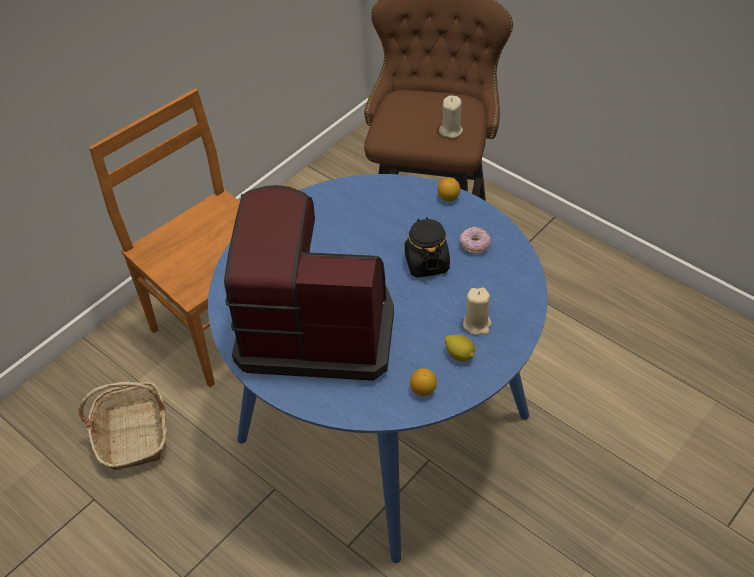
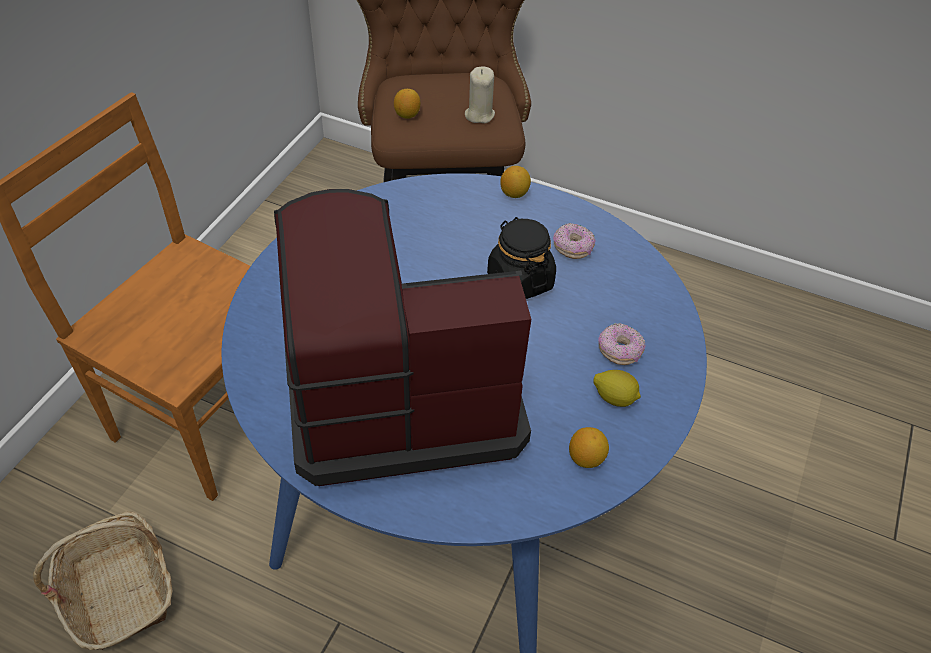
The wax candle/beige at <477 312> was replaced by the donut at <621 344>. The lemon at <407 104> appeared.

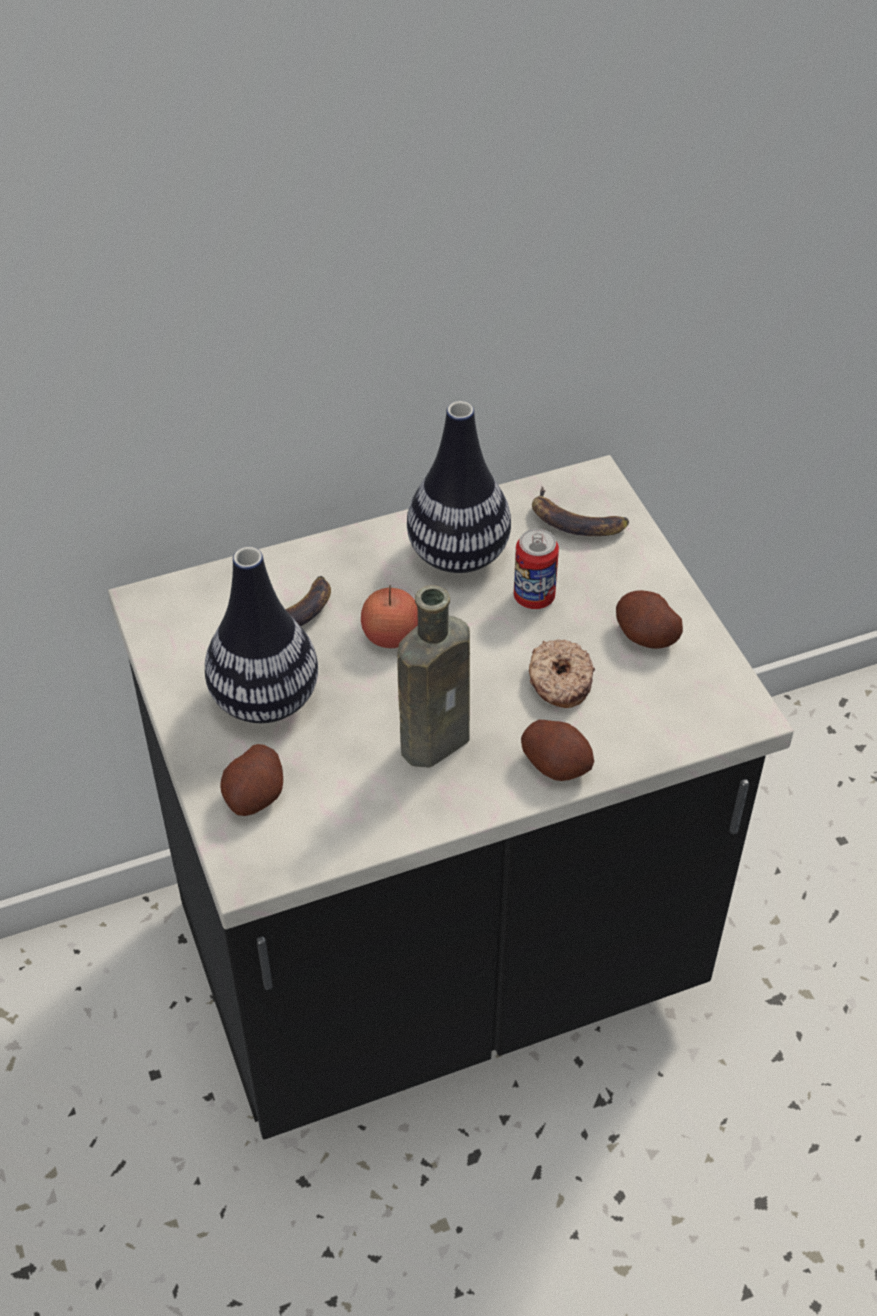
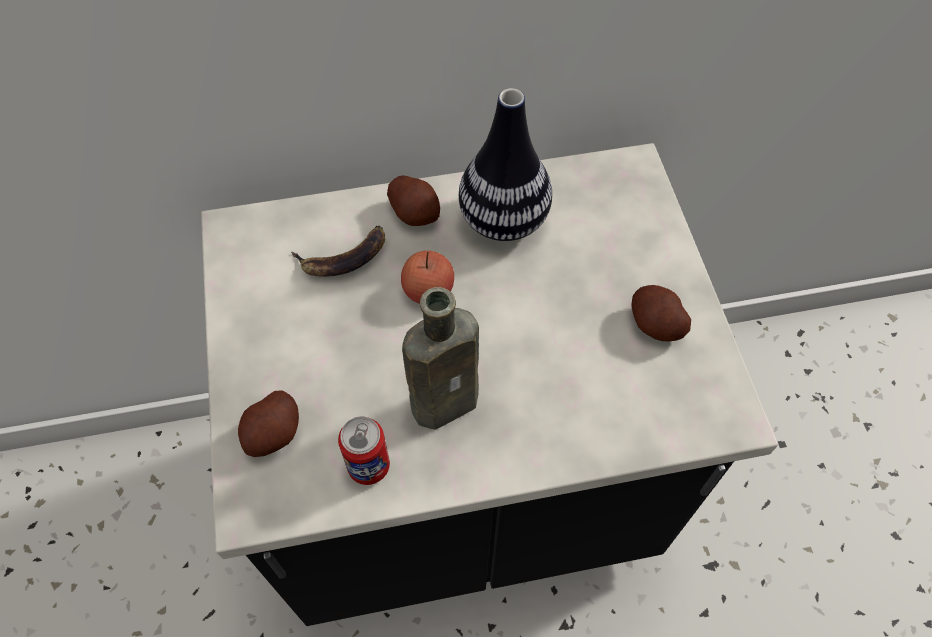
The flower vase at <261 635> disappeared. The can moved from <536 569> to <364 451>. The potato moved from <557 750> to <413 200>. The donut at <562 673> disappeared. The banana at <580 511> disappeared.

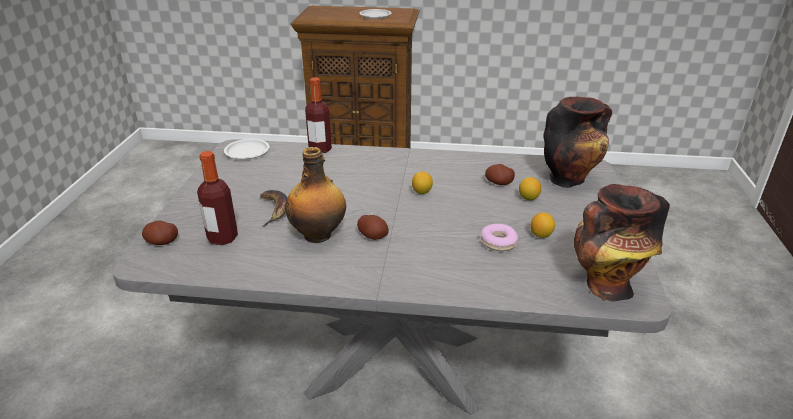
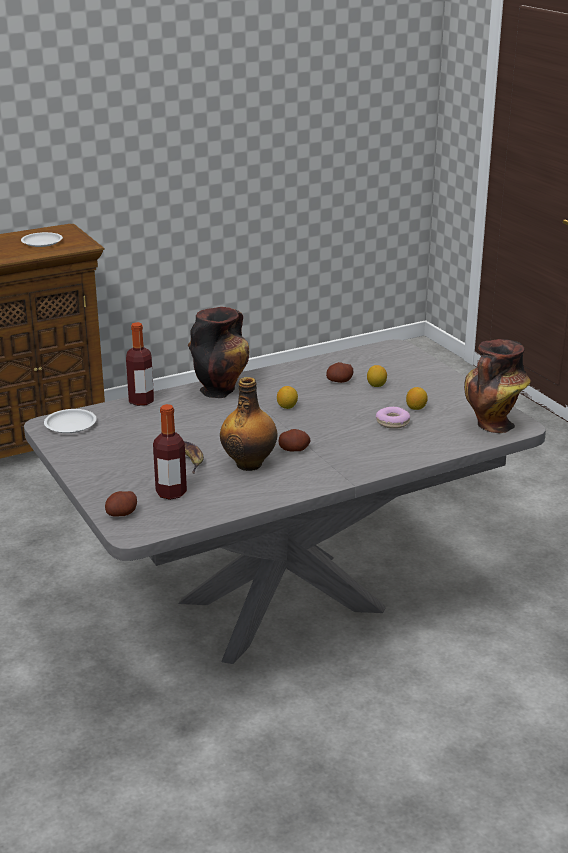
The flower vase moved from <577 142> to <218 352>.

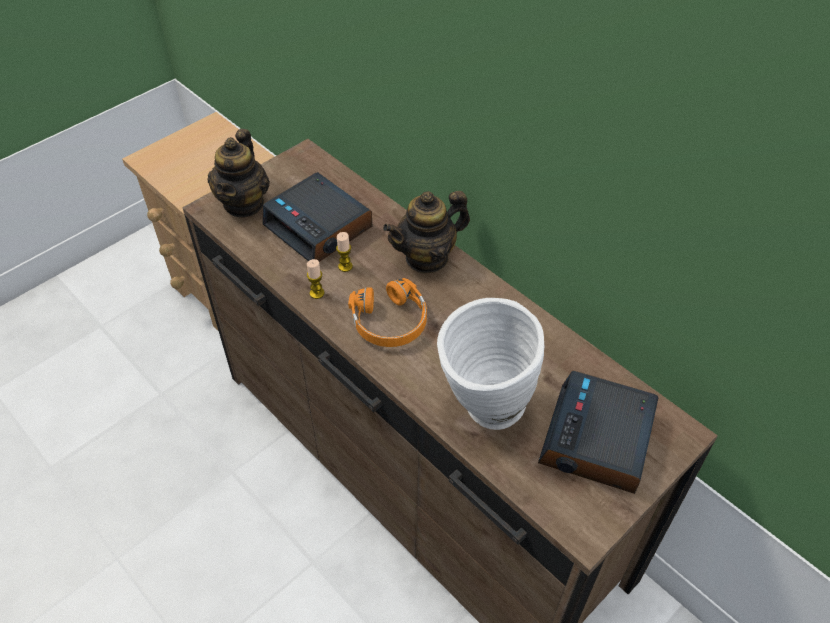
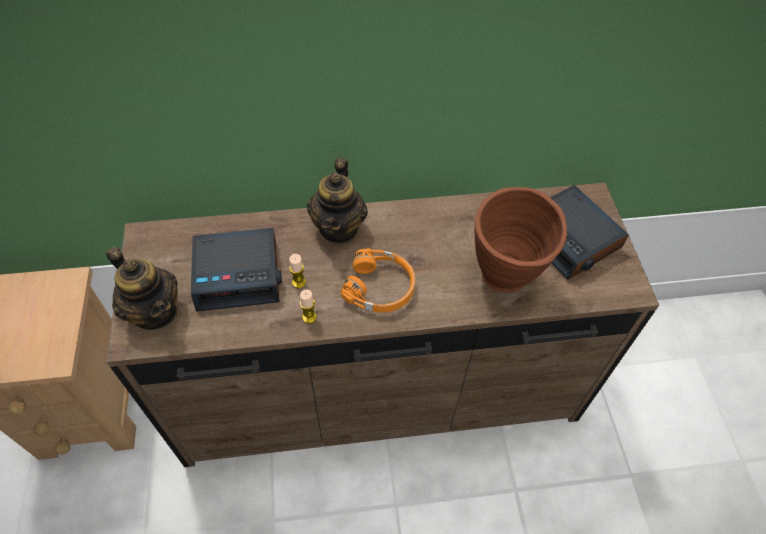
The flower vase/white at <491 364> became the flower vase/brownish at <521 240>.

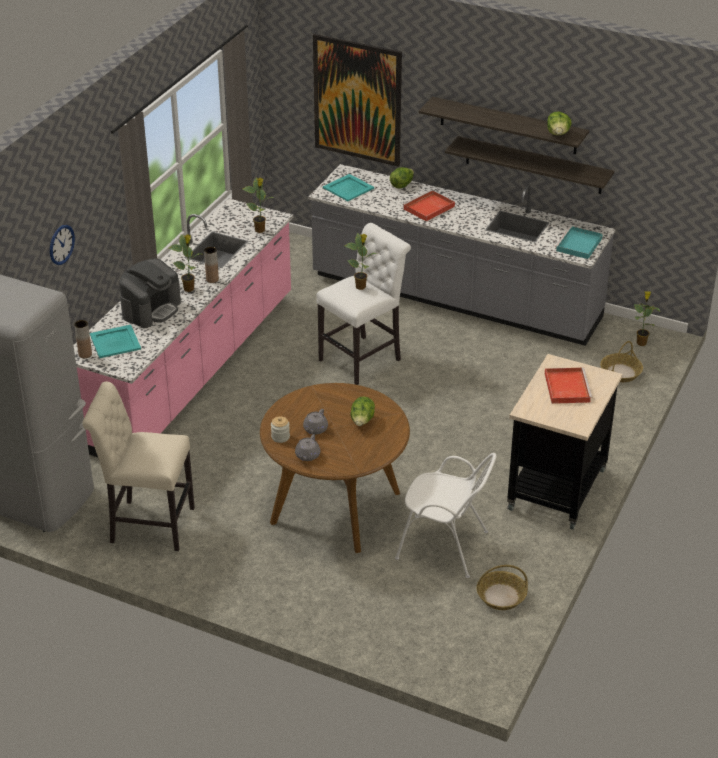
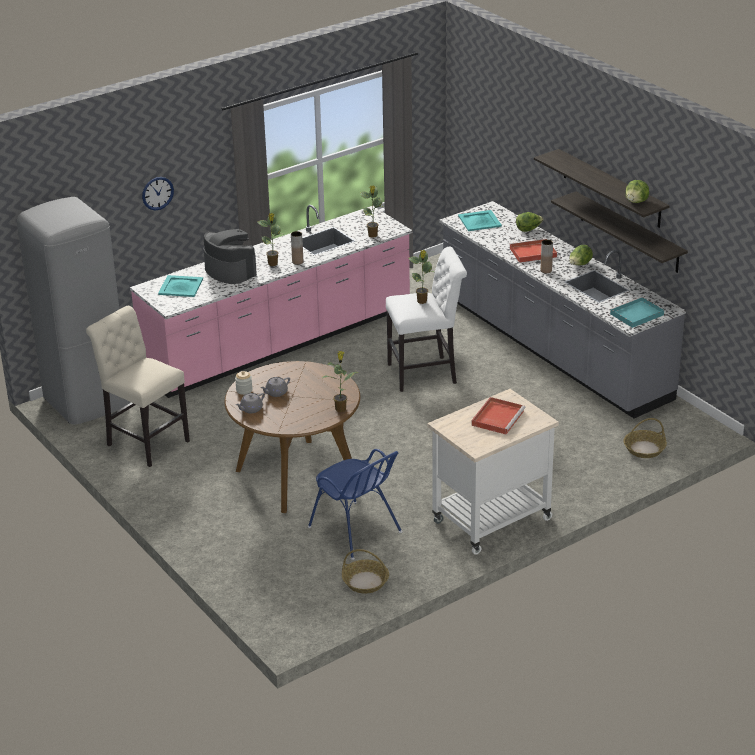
The flower vase/brownish moved from <83 339> to <546 256>. The coffee maker at <150 293> turned 105 degrees counterclockwise. The wall art at <357 100> disappeared. The lettuce head moved from <362 411> to <581 255>. The chair/white at <445 515> became the chair/blue at <355 504>. The cart/black-coloured at <564 442> became the cart/white at <493 472>. The potted plant moved from <647 318> to <340 381>.

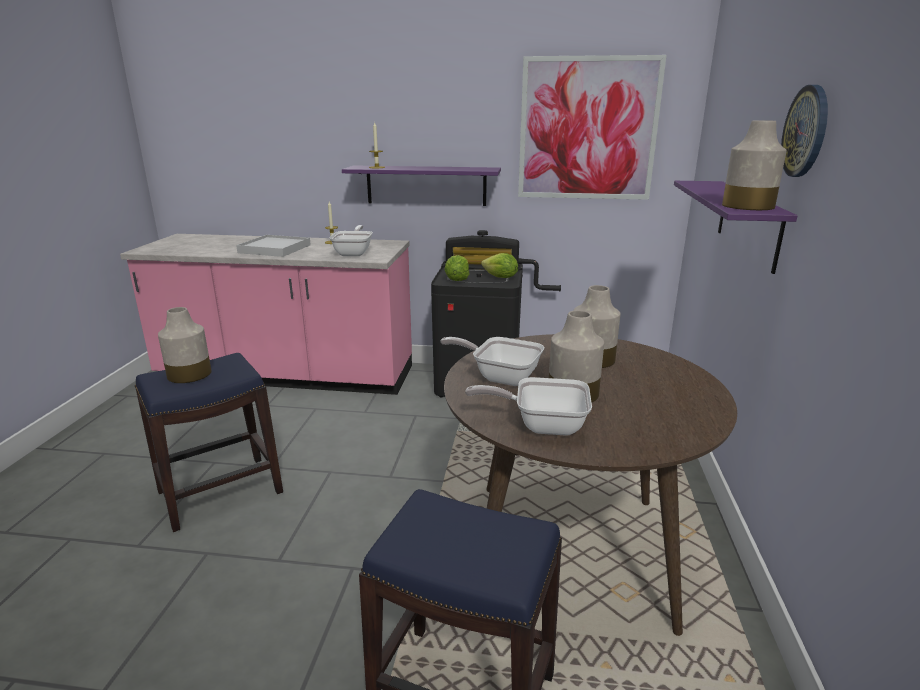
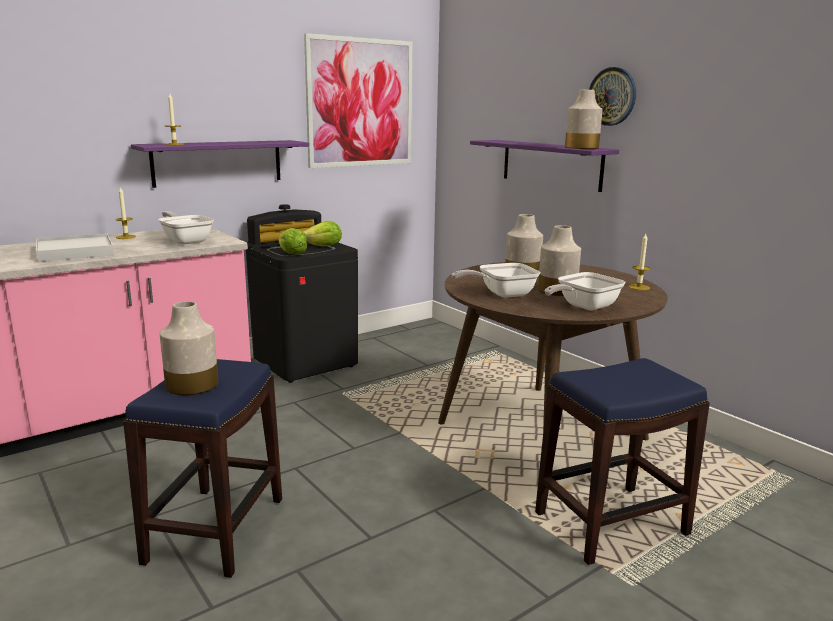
The wax candle at <639 262> appeared.

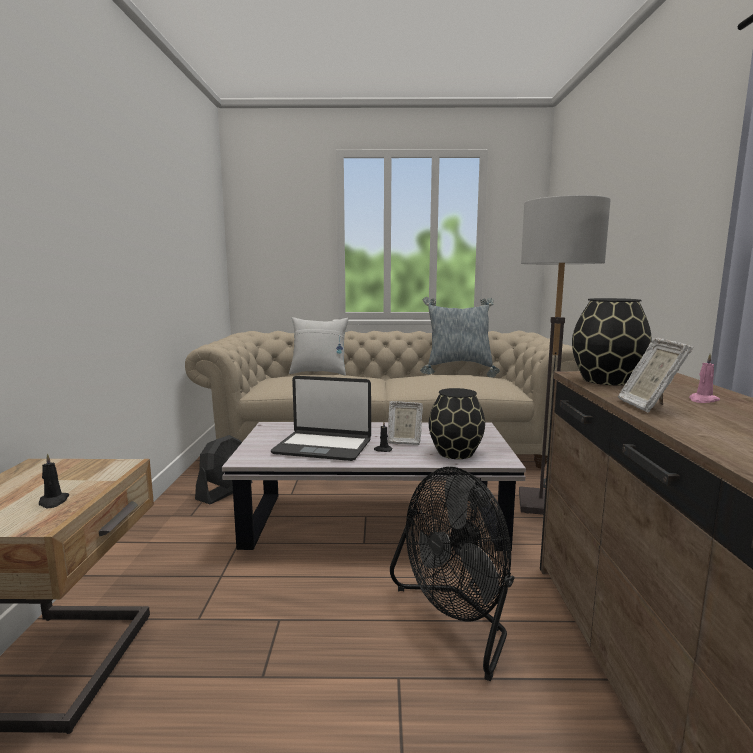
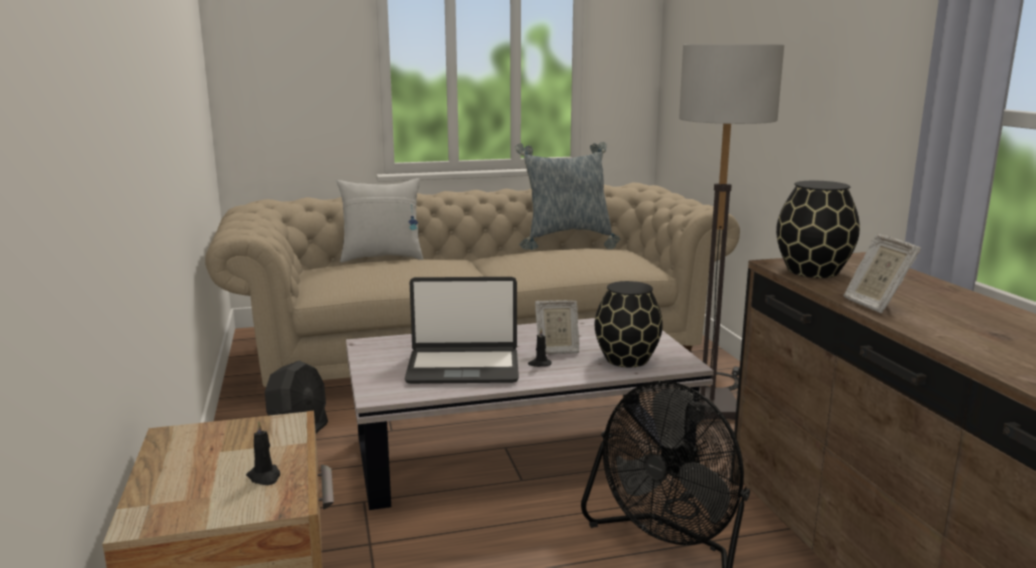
The wax candle/pinkish at <704 378> disappeared.

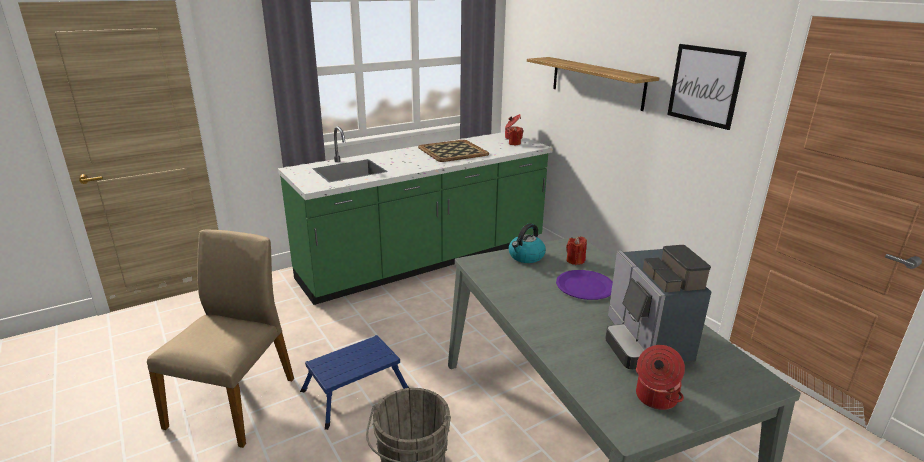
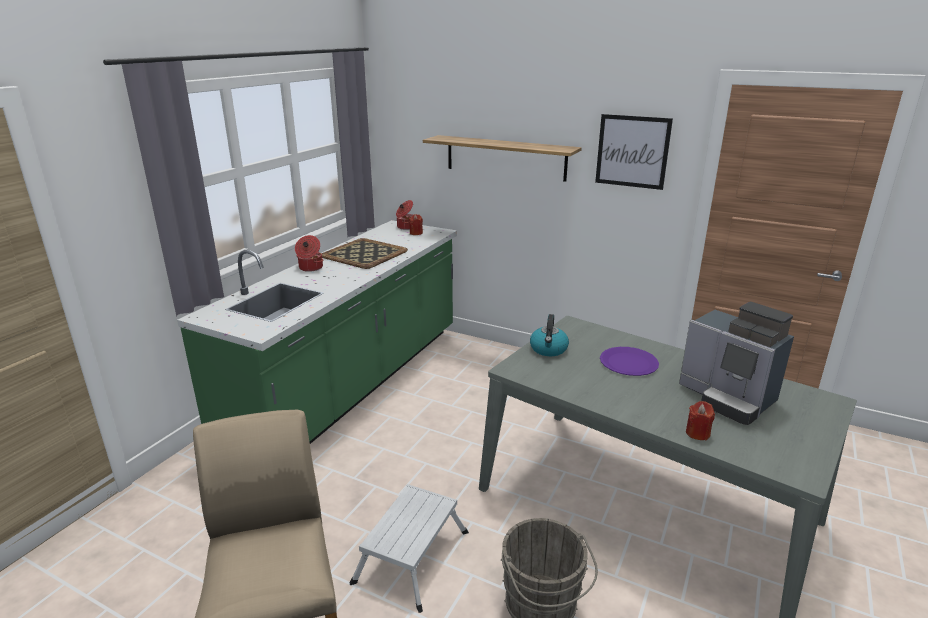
The step stool/blue at <354 382> became the step stool/white at <409 548>. The wax candle/red-coloured moved from <576 250> to <700 420>. The saucepot moved from <660 377> to <309 253>.

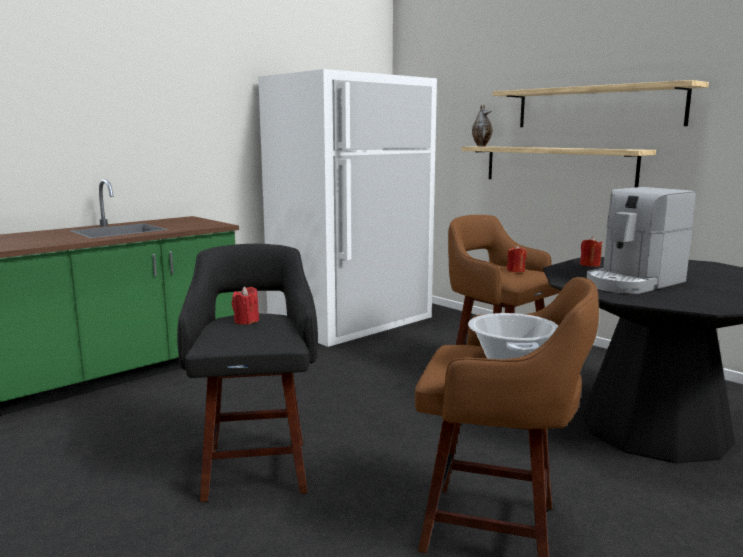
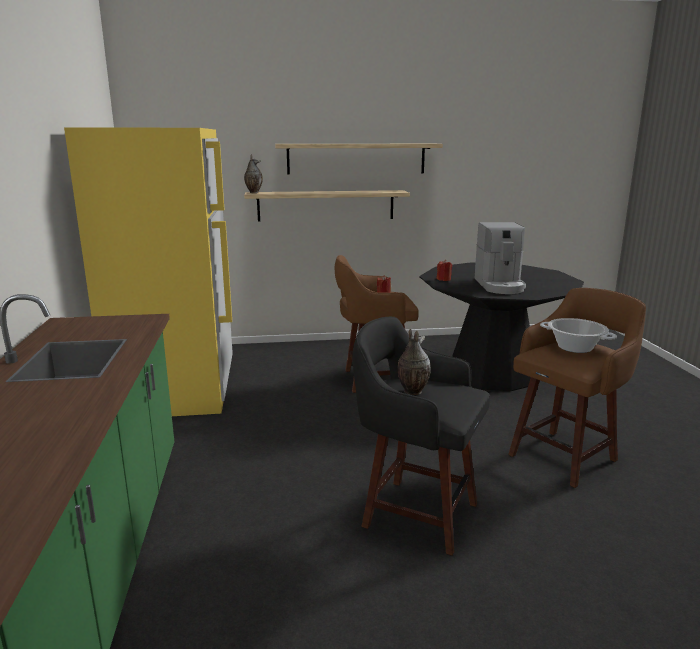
The wax candle/red-coloured at <245 305> was replaced by the flower vase at <414 362>. The fridge/white at <347 208> became the fridge/yellow-coloured at <148 271>.

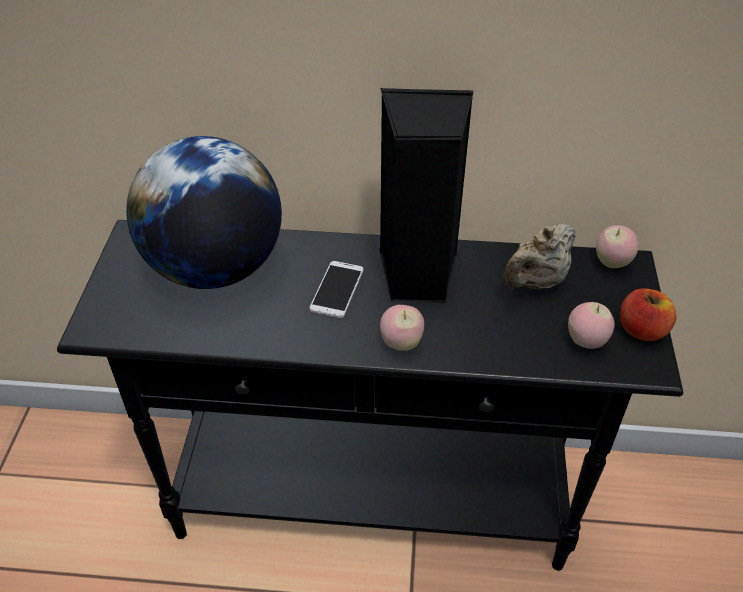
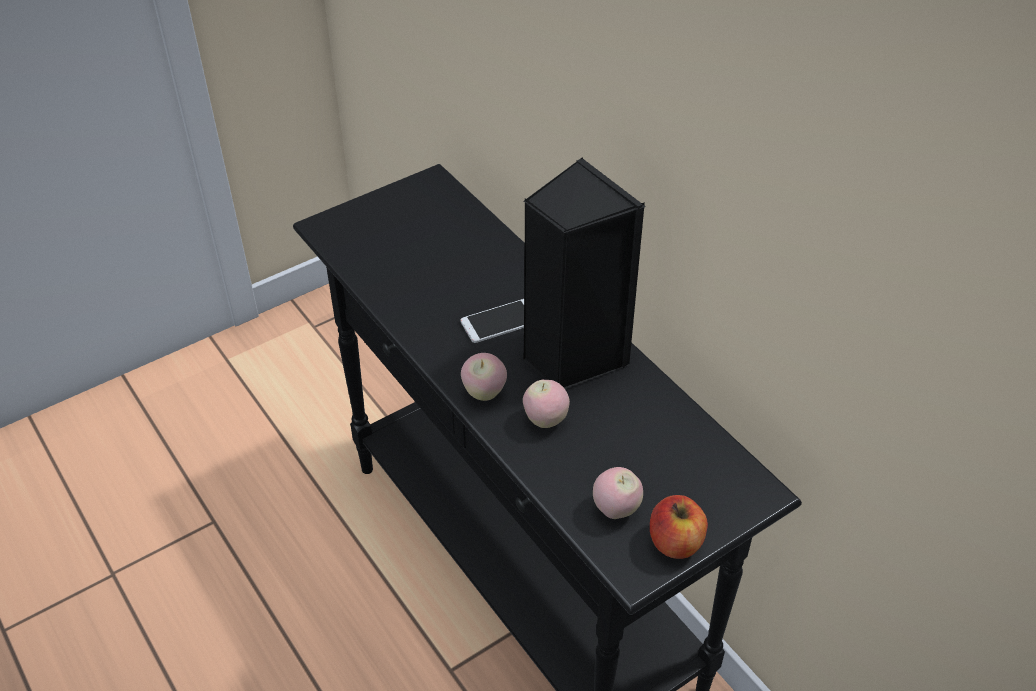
The desk globe at <204 212> disappeared. The teapot/beige at <539 257> disappeared. The apple fruit moved from <617 246> to <546 404>.

